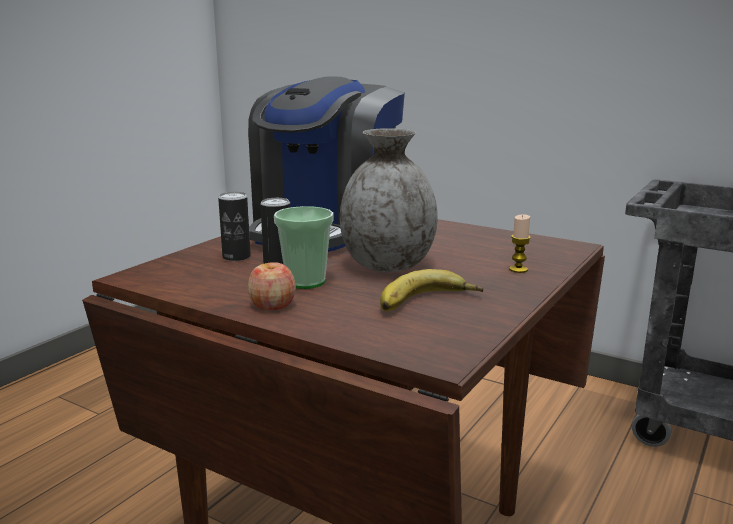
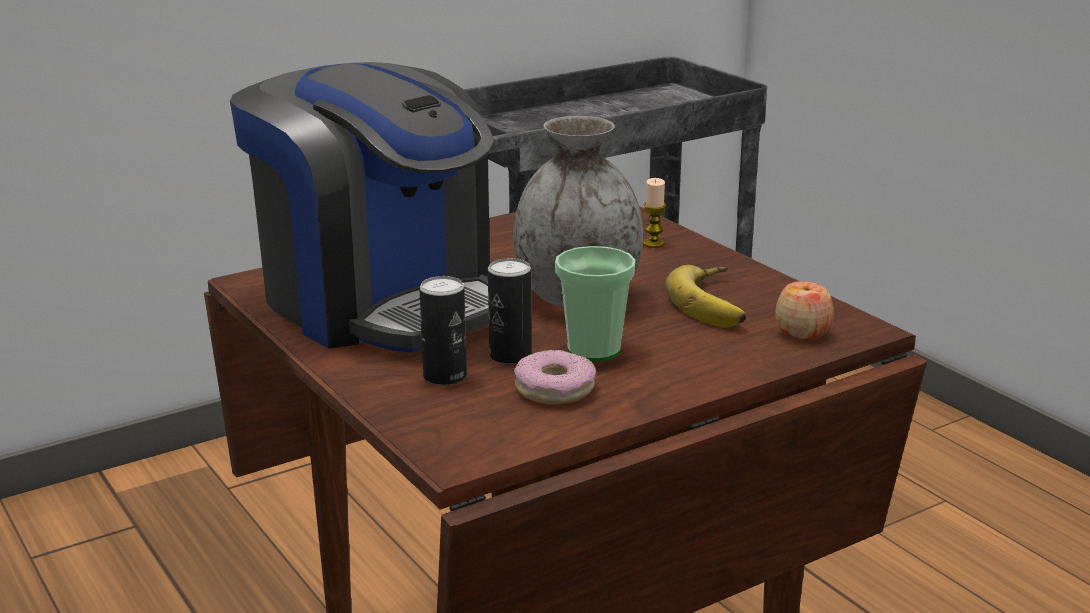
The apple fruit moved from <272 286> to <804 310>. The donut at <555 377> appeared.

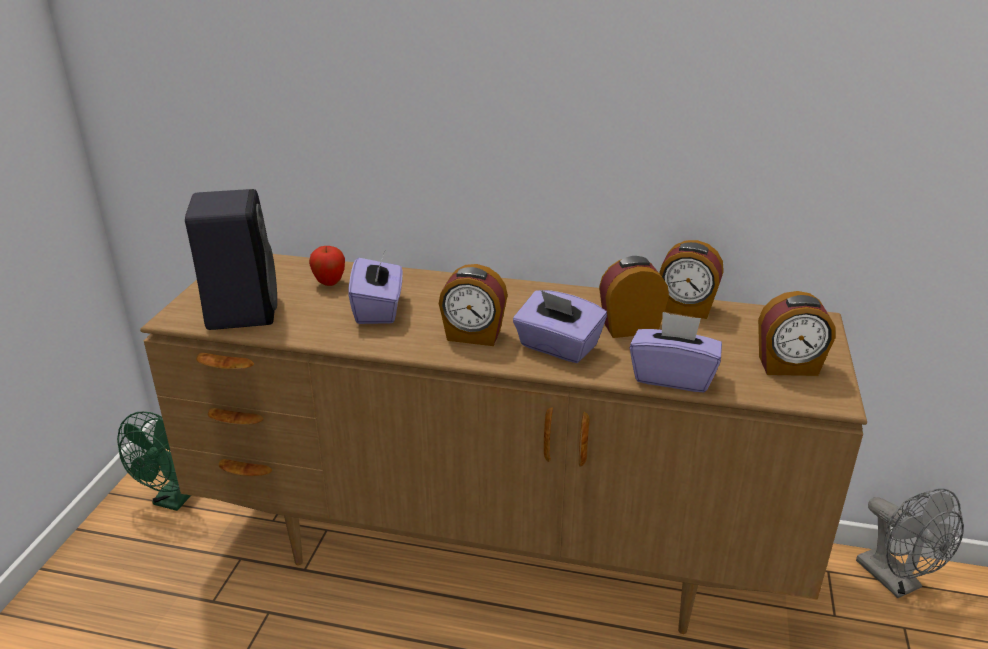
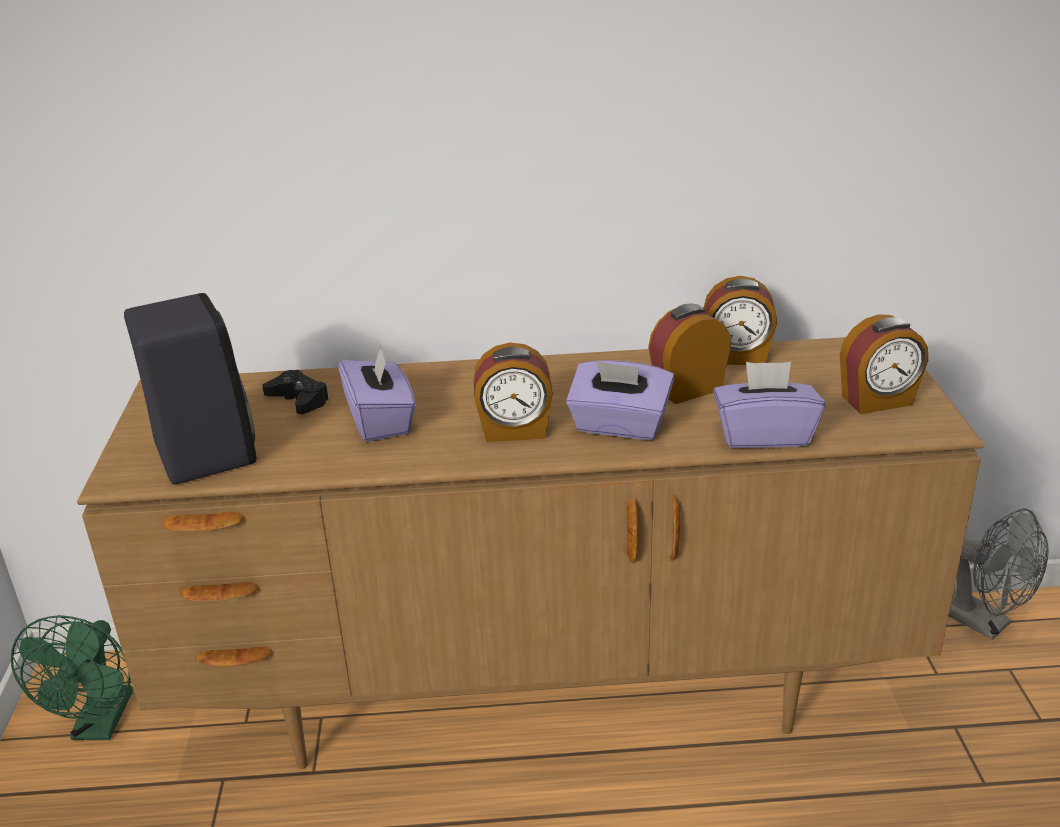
The apple fruit at <327 266> was replaced by the joypad/black-coloured at <296 392>.

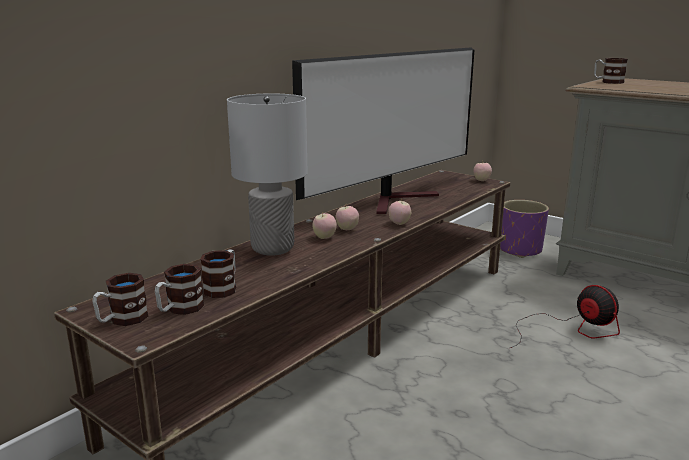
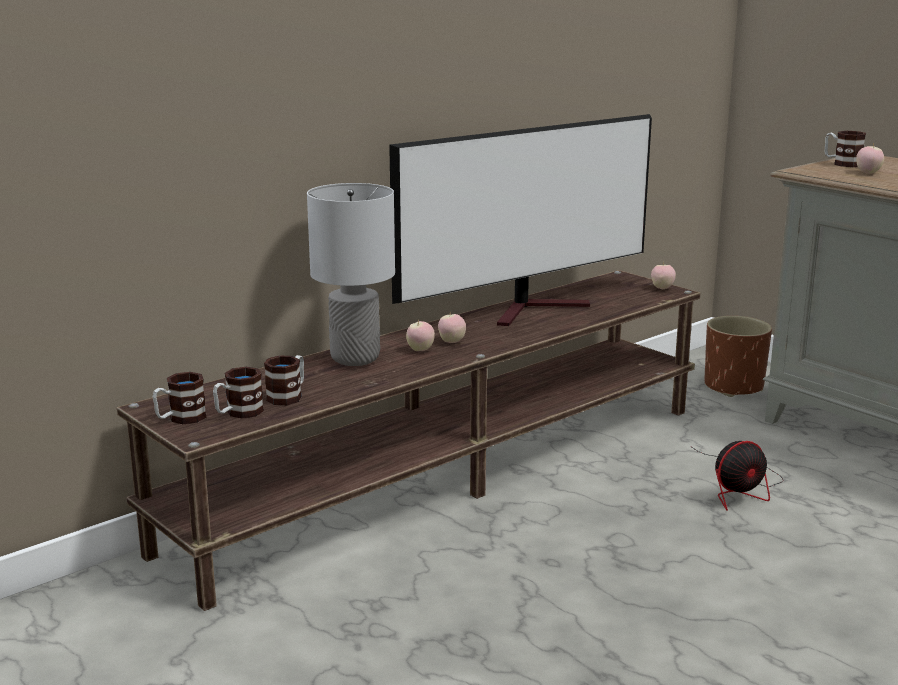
The apple fruit moved from <400 213> to <870 159>. The flower pot/purple at <524 229> became the flower pot/brownish at <738 356>. The cooling fan at <565 316> turned 90 degrees clockwise.

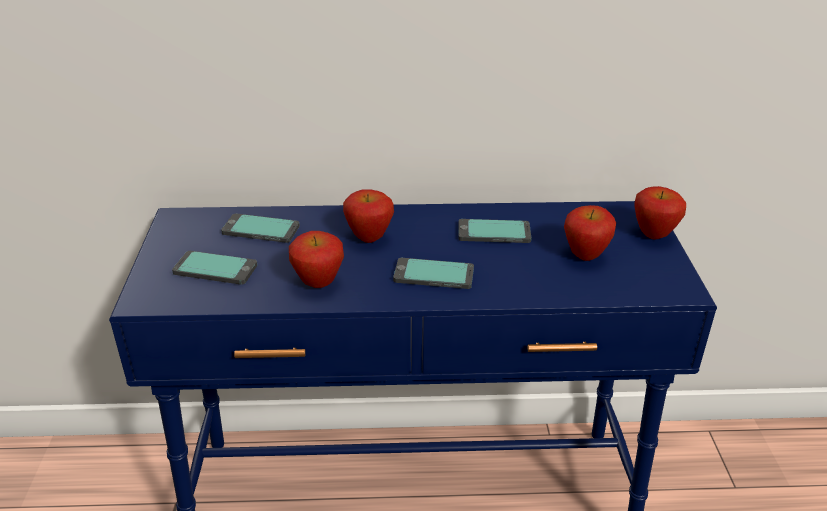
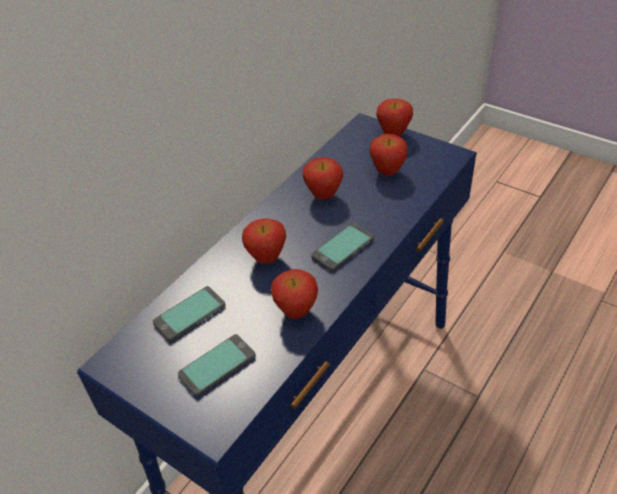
The phone at <494 231> was replaced by the apple fruit at <323 178>.

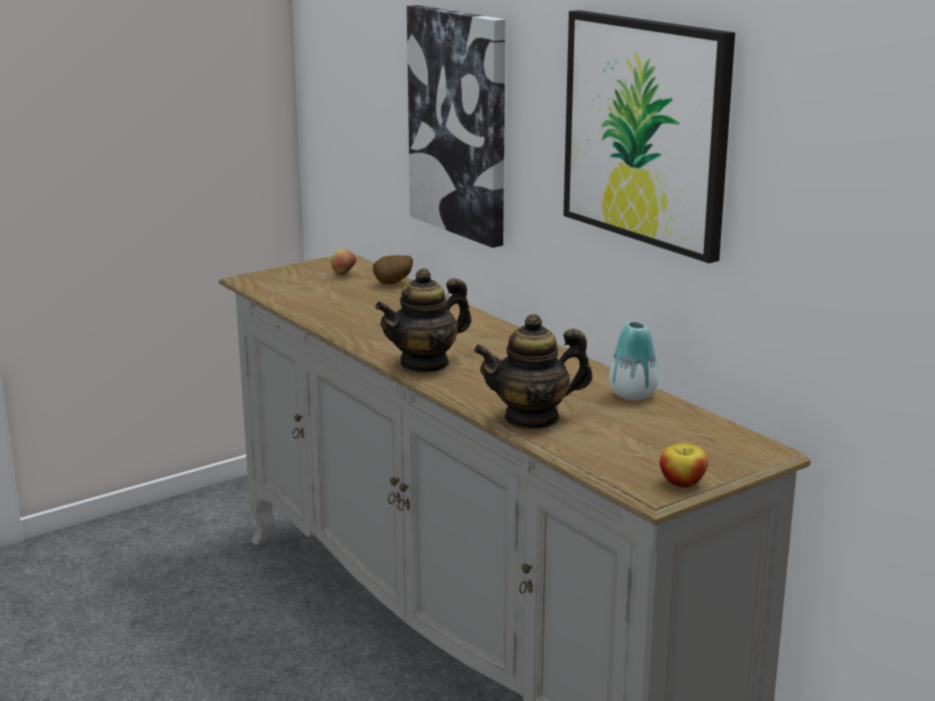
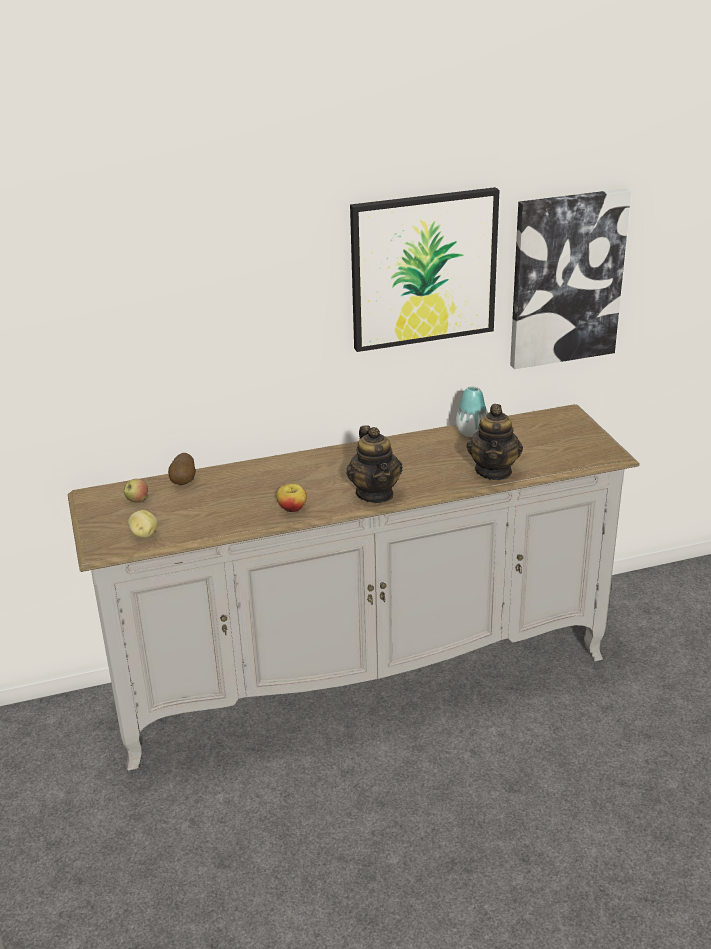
The wall art moved from <456 126> to <570 278>. The apple fruit moved from <684 465> to <292 498>. The potato at <143 524> appeared.

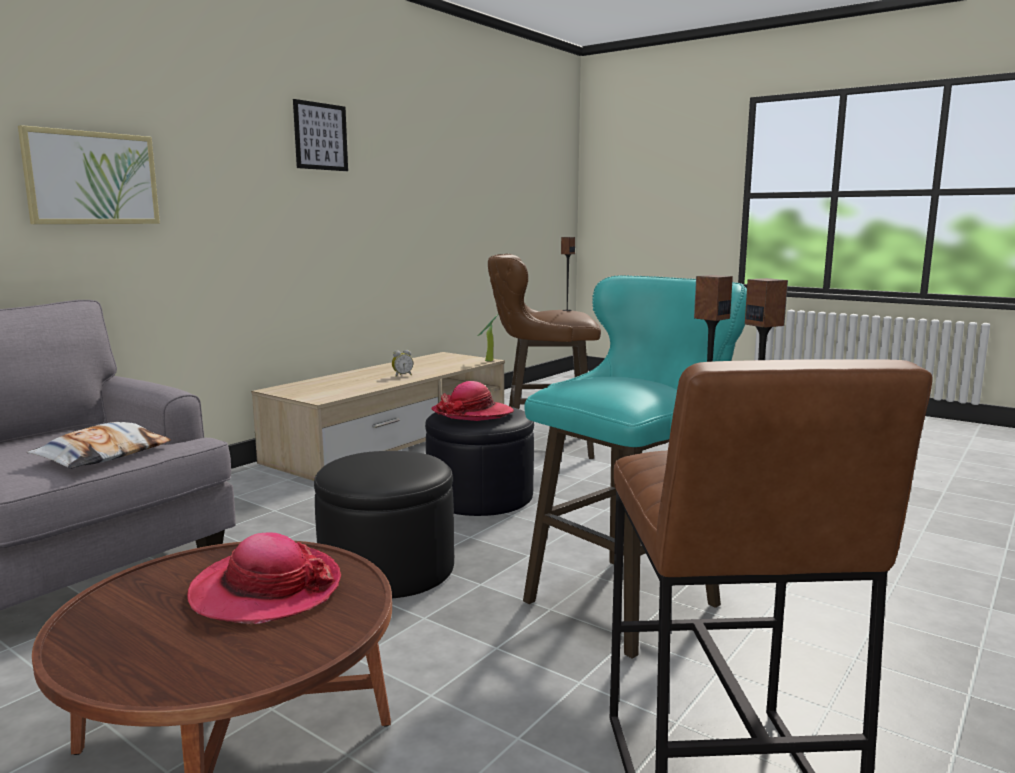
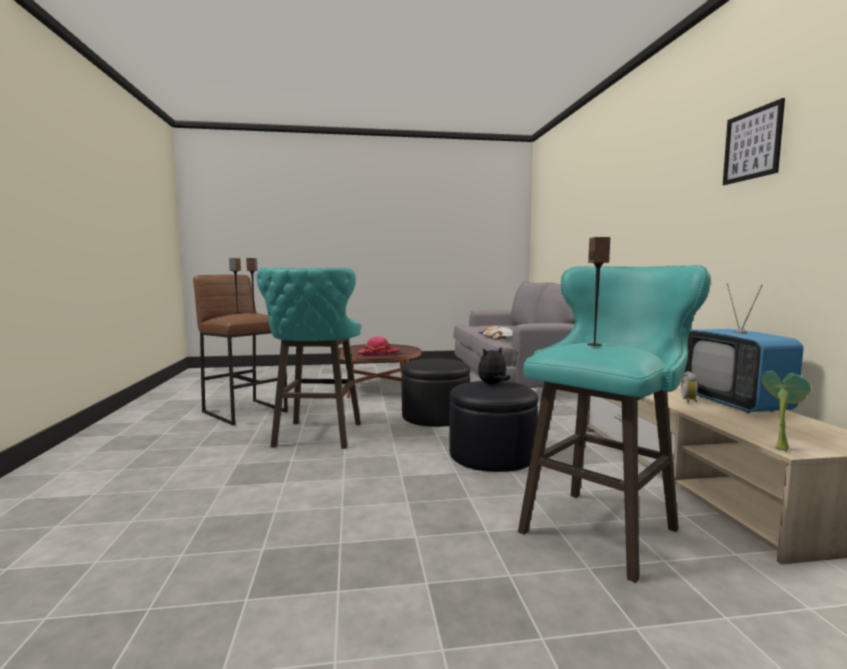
The wall art at <89 174> disappeared. The wearable hat at <473 401> was replaced by the plush toy at <494 365>. The stool/brownish at <544 356> became the stool/turquoise at <614 424>. The TV set at <744 348> appeared.

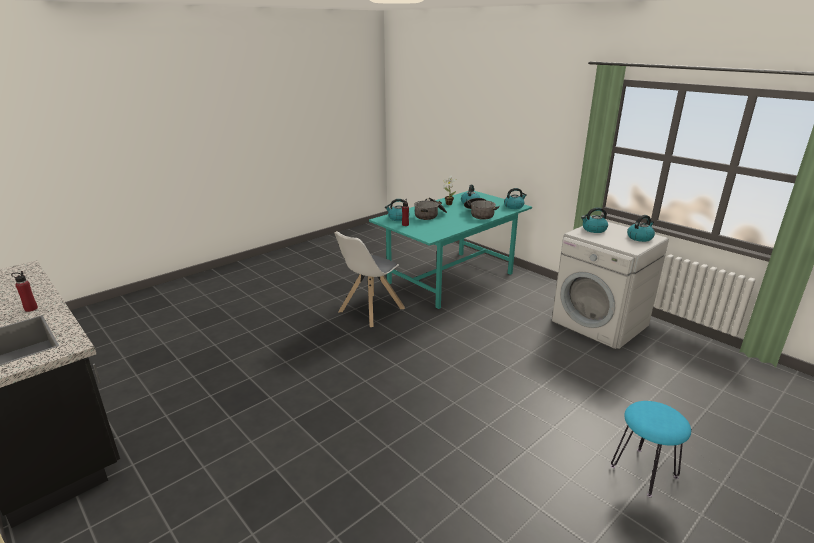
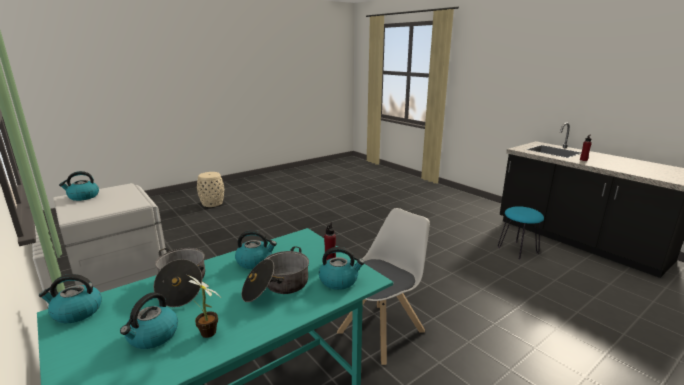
The kettle moved from <594 220> to <256 249>. The stool/turquoise moved from <651 449> to <521 232>. The stool/beige at <210 189> appeared.

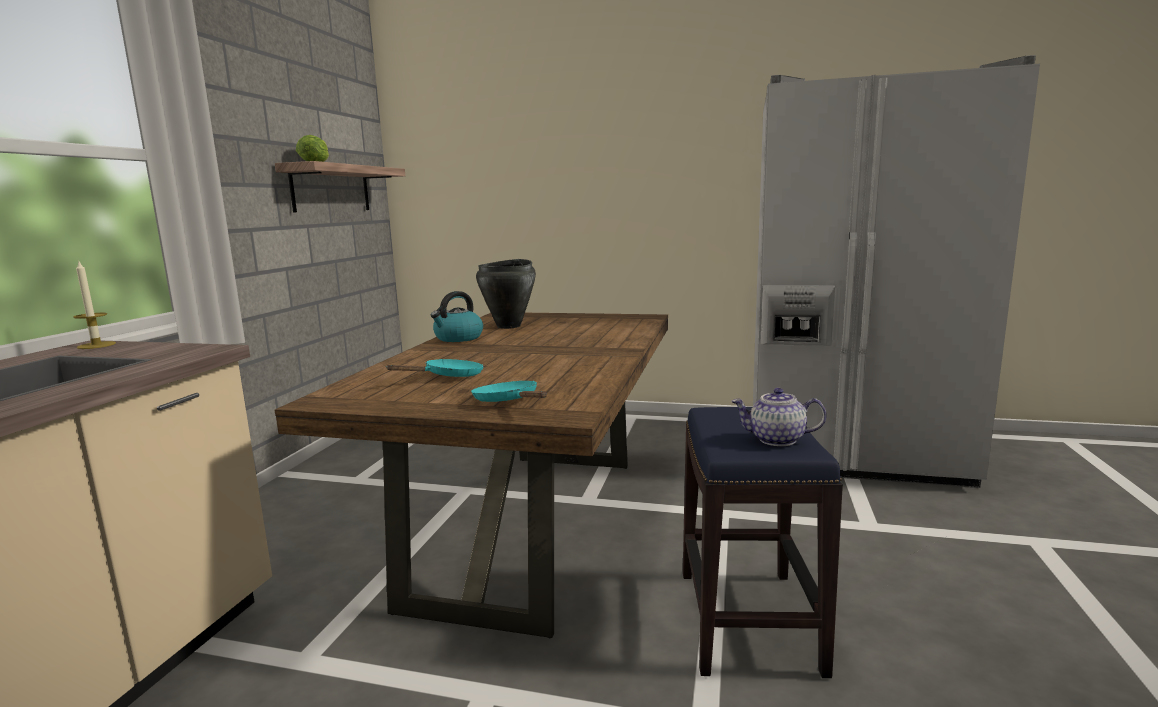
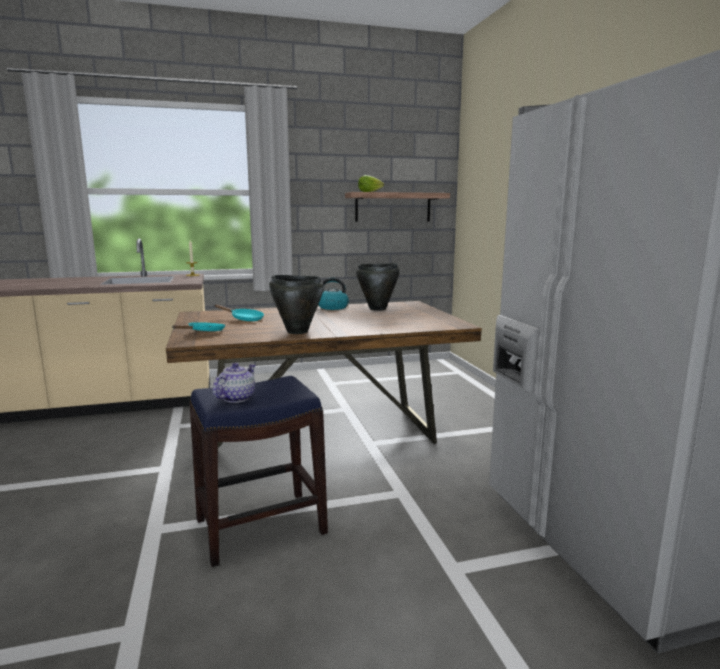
The teapot at <779 417> turned 45 degrees clockwise. The saucepot/black-coloured at <296 304> appeared.

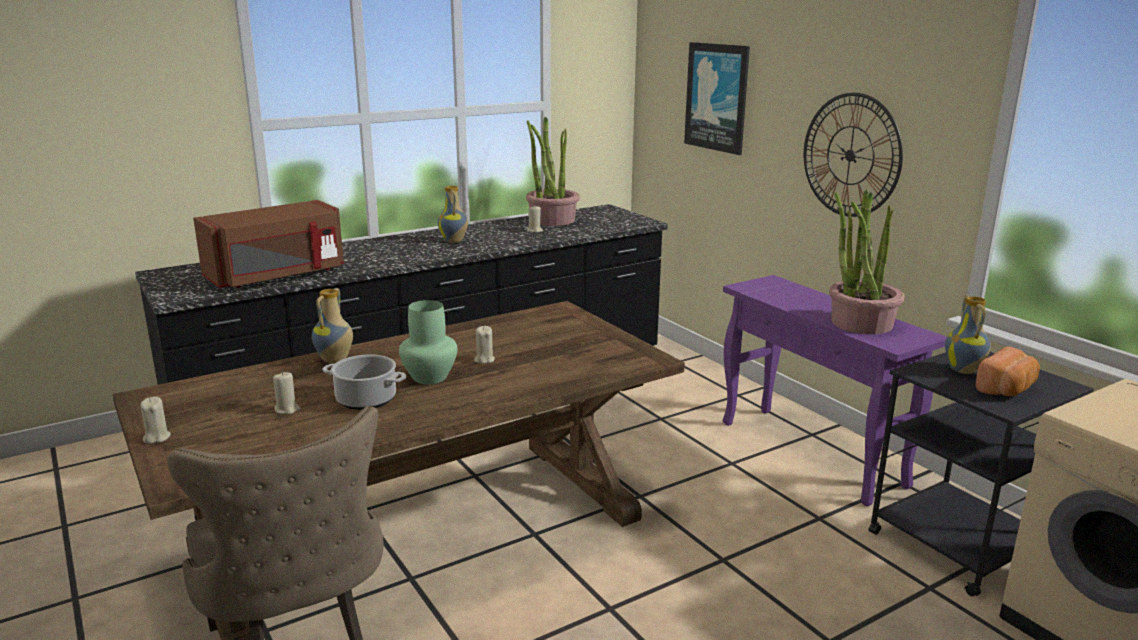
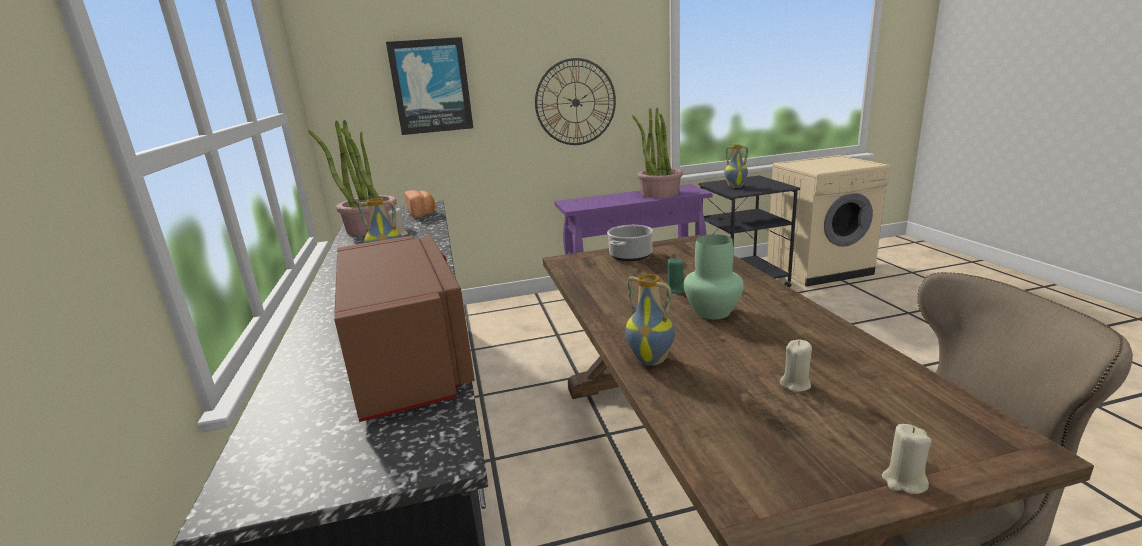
The saucepot moved from <364 382> to <630 243>. The wax candle/beige at <484 345> became the wax candle/green-coloured at <675 276>. The bakery bread moved from <1008 371> to <419 204>.

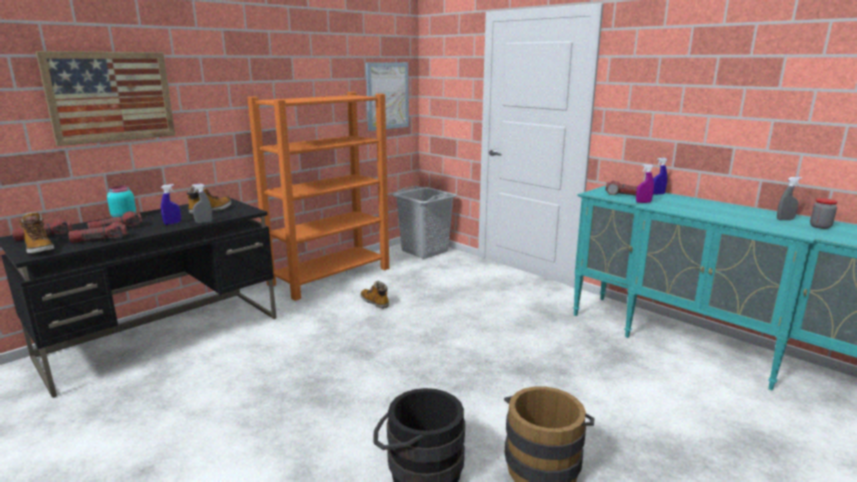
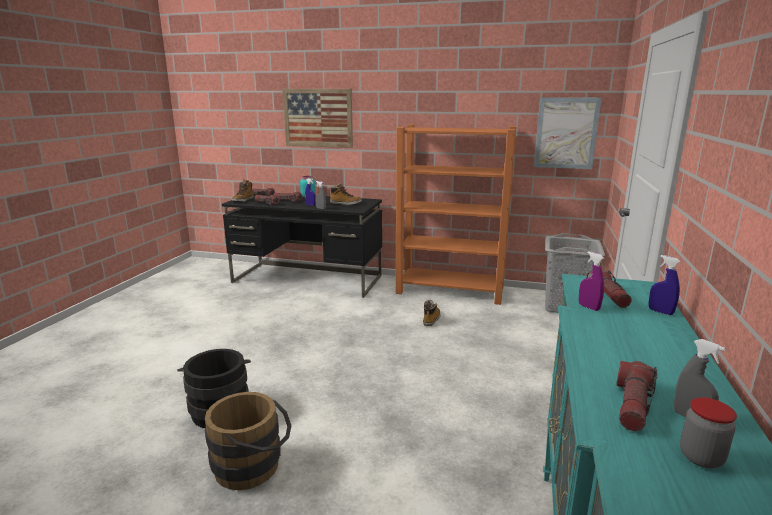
The flashlight at <636 396> appeared.

